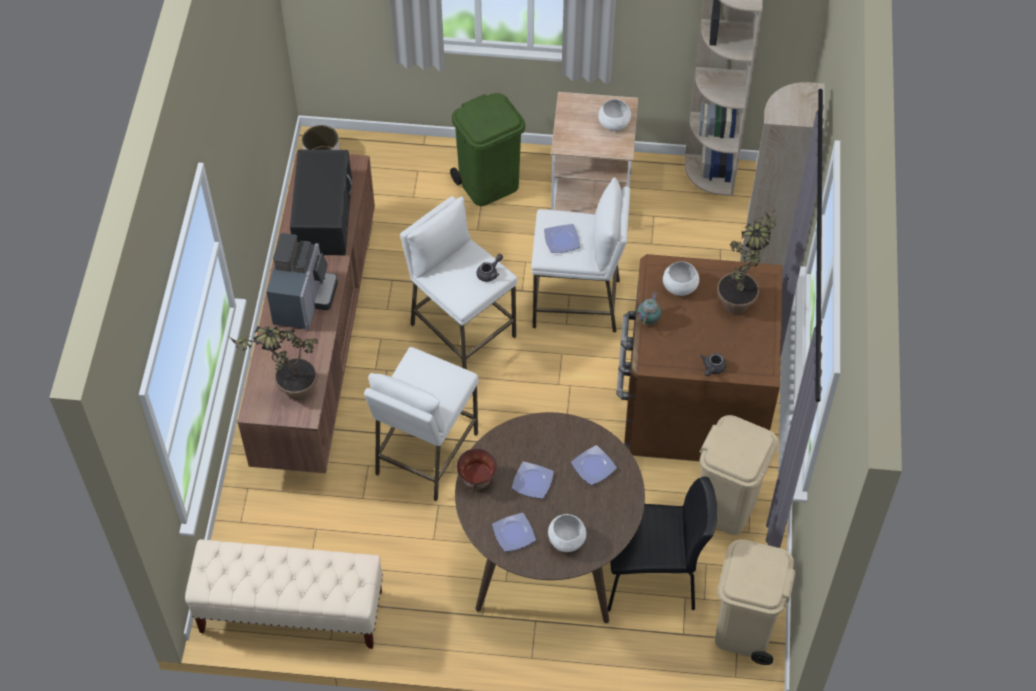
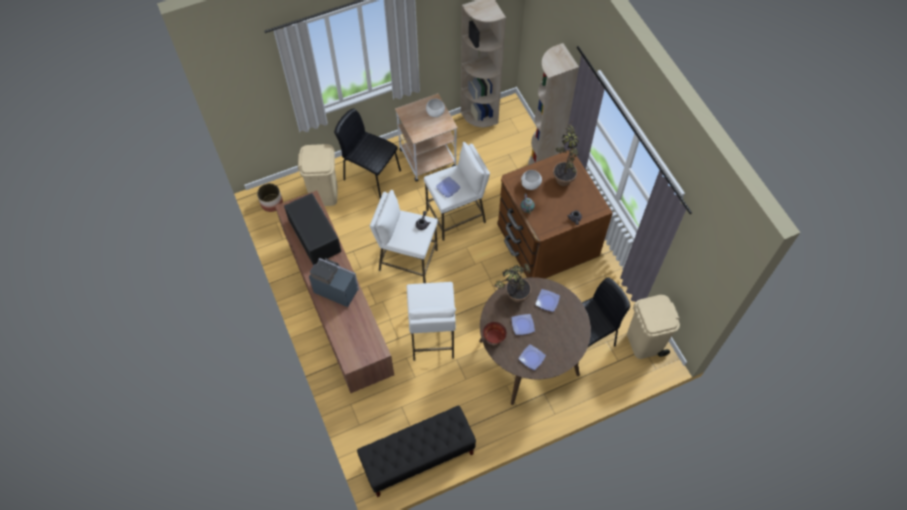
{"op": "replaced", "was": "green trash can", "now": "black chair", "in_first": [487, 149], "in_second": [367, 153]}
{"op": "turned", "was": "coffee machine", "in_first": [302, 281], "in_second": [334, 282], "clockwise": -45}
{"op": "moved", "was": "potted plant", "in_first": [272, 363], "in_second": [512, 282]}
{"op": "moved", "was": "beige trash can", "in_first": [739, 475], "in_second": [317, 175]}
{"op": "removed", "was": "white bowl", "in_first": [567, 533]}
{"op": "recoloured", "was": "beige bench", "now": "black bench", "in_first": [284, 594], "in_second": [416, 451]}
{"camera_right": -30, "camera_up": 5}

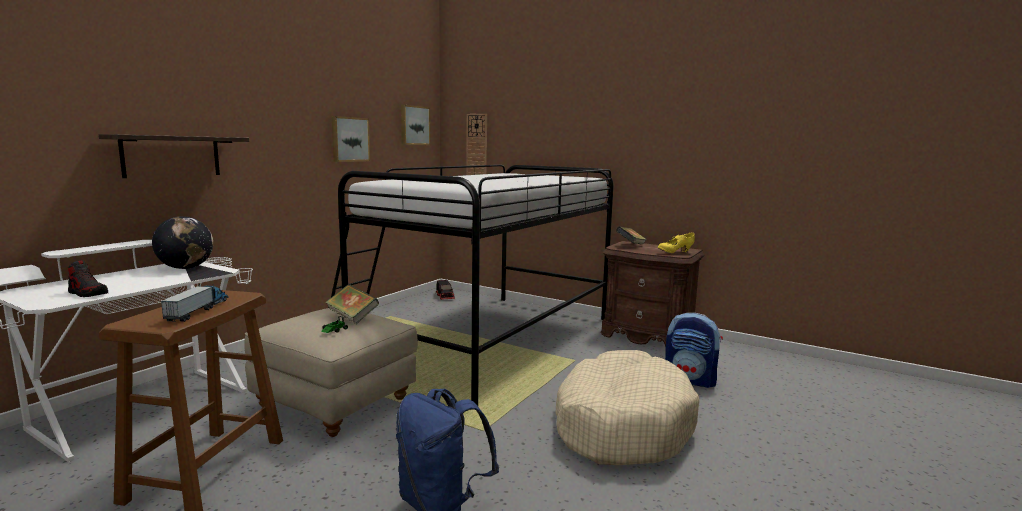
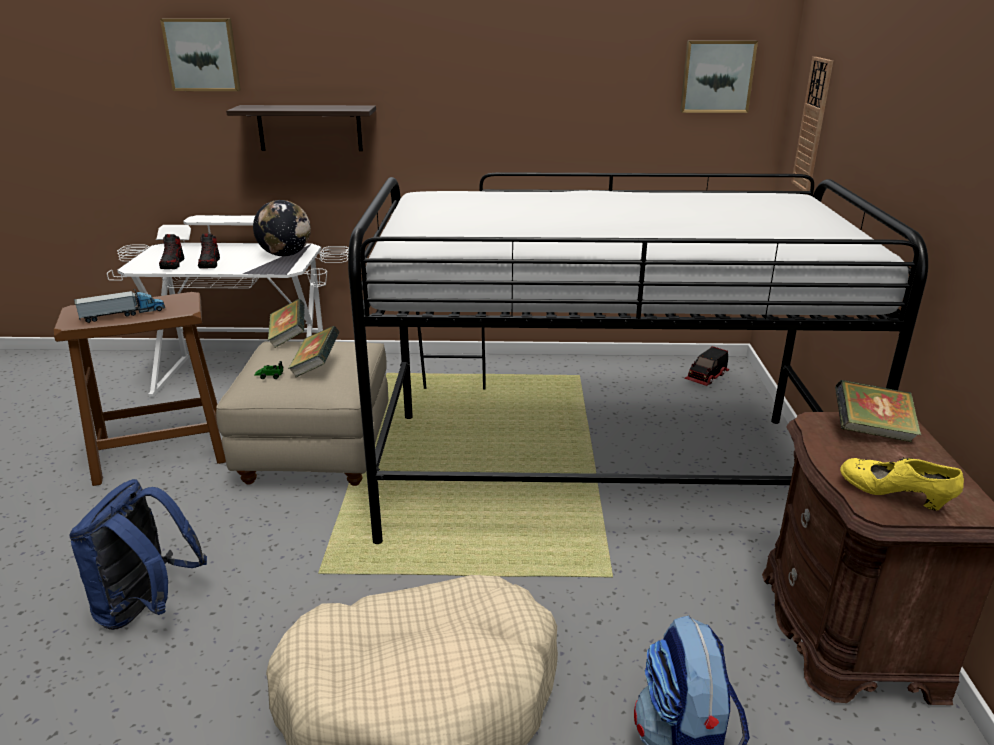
{"op": "moved", "was": "picture", "in_first": [351, 139], "in_second": [200, 54]}
{"op": "added", "now": "shoe", "in_second": [209, 251]}
{"op": "added", "now": "book", "in_second": [286, 323]}
{"camera_right": 60, "camera_up": 15}

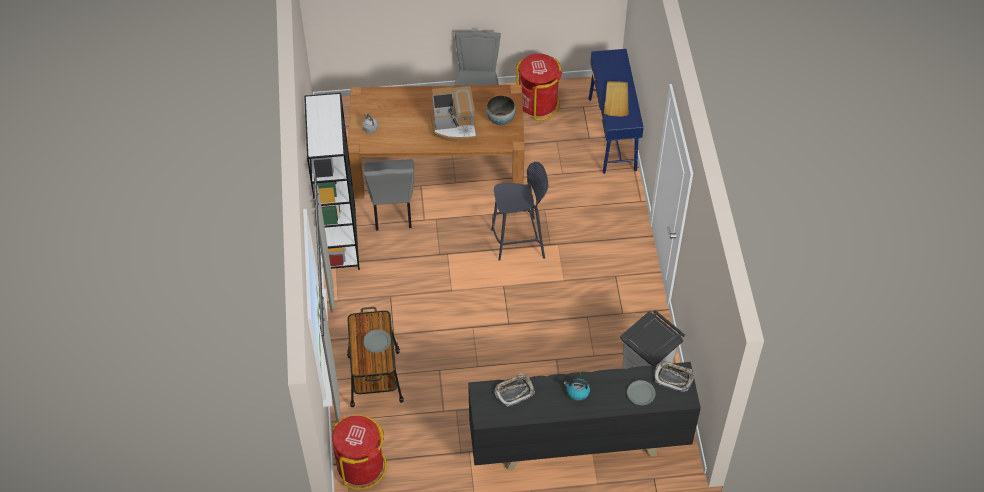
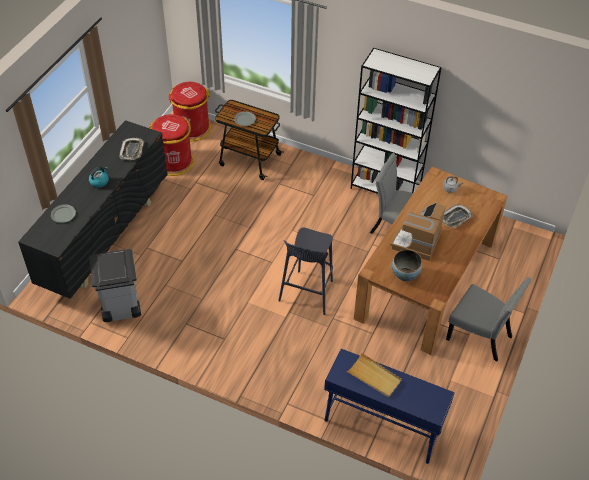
{"op": "moved", "was": "red trash can", "in_first": [539, 87], "in_second": [171, 145]}
{"op": "moved", "was": "tray", "in_first": [674, 376], "in_second": [458, 216]}
{"camera_right": 120, "camera_up": -5}

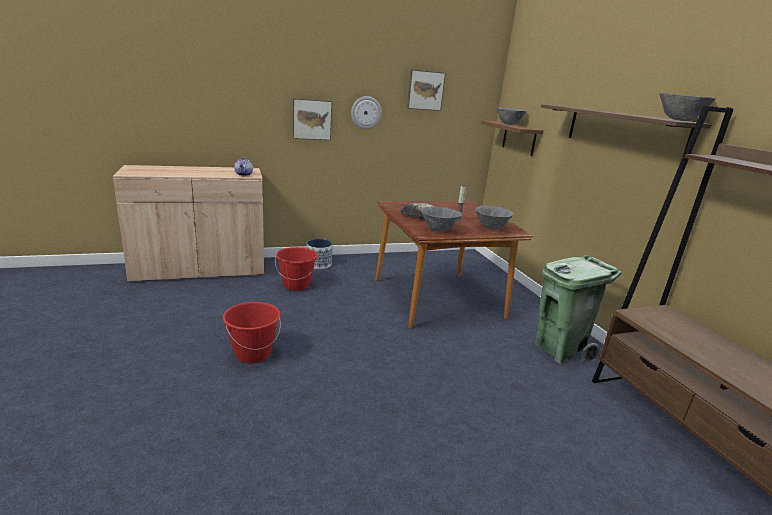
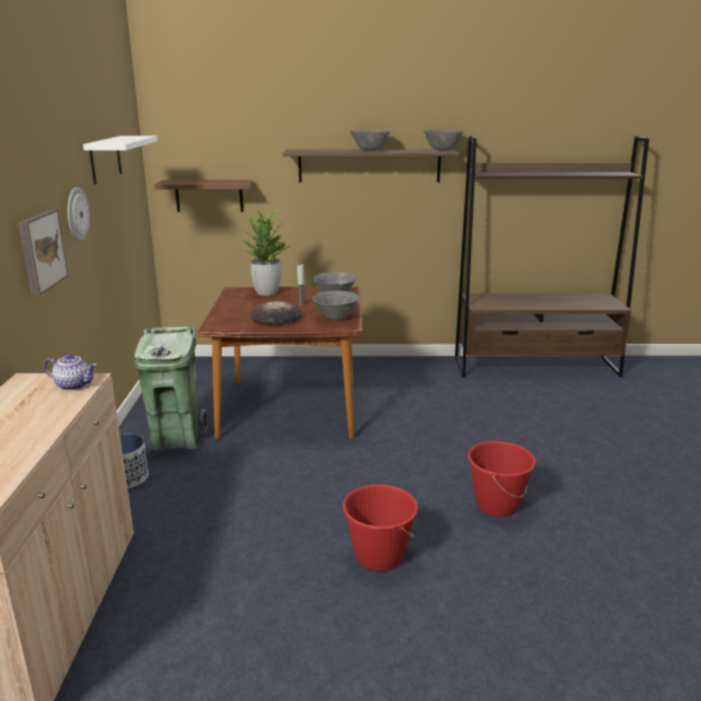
{"op": "replaced", "was": "picture", "now": "white shelf", "in_first": [426, 90], "in_second": [120, 160]}
{"op": "moved", "was": "grey bowl", "in_first": [511, 116], "in_second": [370, 140]}
{"op": "moved", "was": "red bucket", "in_first": [296, 269], "in_second": [502, 479]}
{"op": "moved", "was": "green trash can", "in_first": [578, 309], "in_second": [171, 388]}
{"op": "added", "now": "potted plant", "in_second": [266, 252]}
{"camera_right": -70, "camera_up": 0}

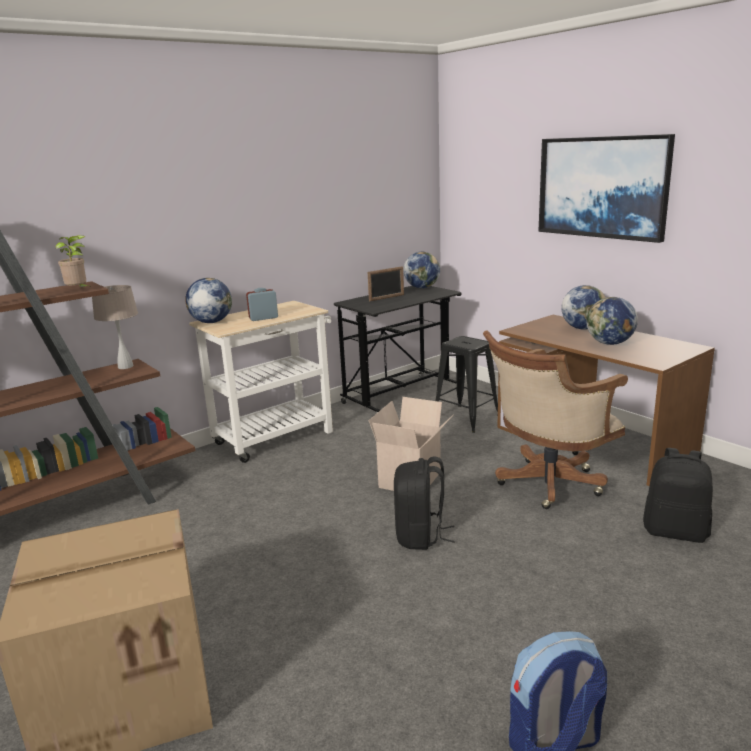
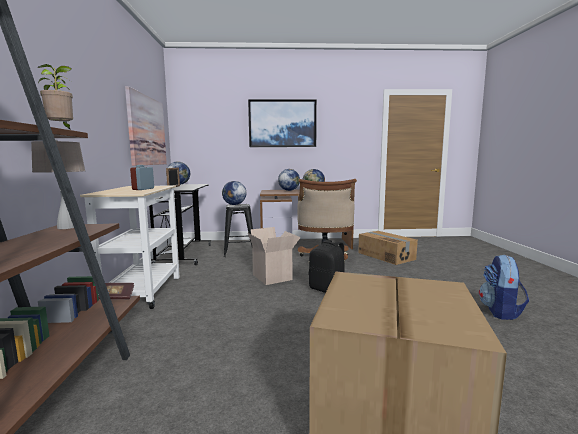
{"op": "moved", "was": "globe", "in_first": [208, 300], "in_second": [234, 193]}
{"op": "replaced", "was": "black backpack", "now": "cardboard box", "in_first": [678, 495], "in_second": [388, 248]}
{"op": "added", "now": "picture", "in_second": [146, 126]}
{"op": "added", "now": "book", "in_second": [116, 291]}
{"camera_right": -55, "camera_up": -10}

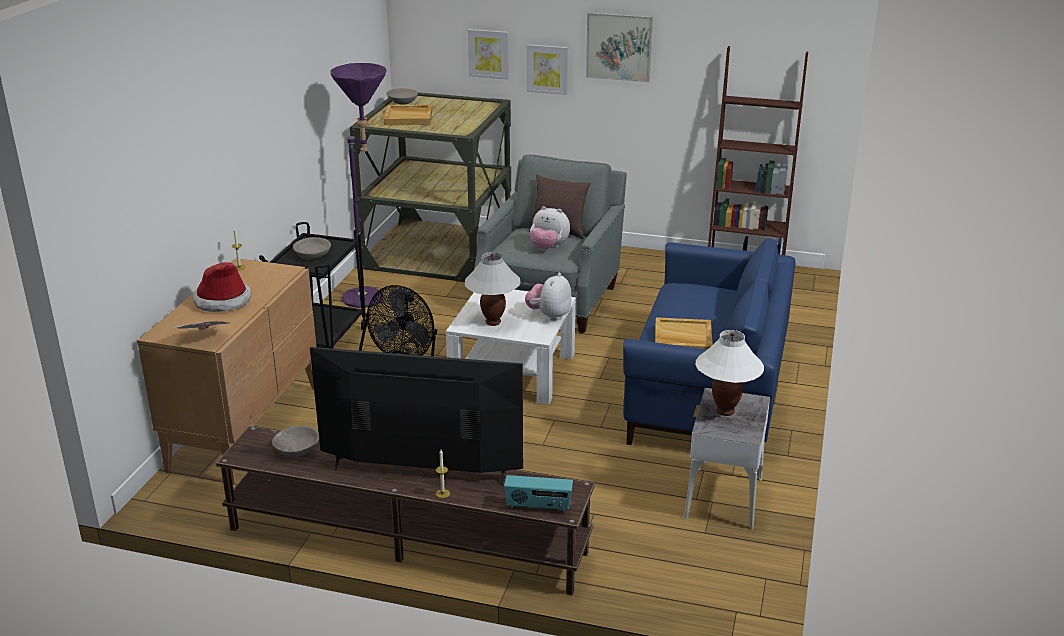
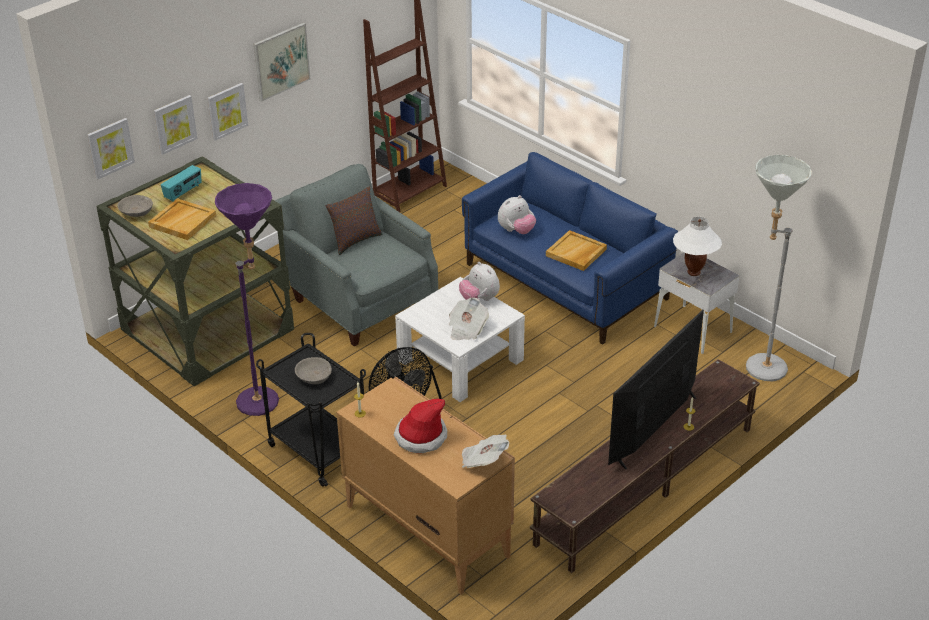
{"op": "moved", "was": "plush toy", "in_first": [550, 227], "in_second": [517, 214]}
{"op": "replaced", "was": "white table lamp", "now": "newspaper", "in_first": [492, 289], "in_second": [469, 318]}
{"op": "removed", "was": "grey bowl", "in_first": [295, 441]}
{"op": "moved", "was": "radio", "in_first": [538, 493], "in_second": [181, 183]}
{"op": "added", "now": "picture", "in_second": [111, 148]}
{"op": "added", "now": "grey floor lamp", "in_second": [779, 268]}
{"camera_right": -60, "camera_up": 10}

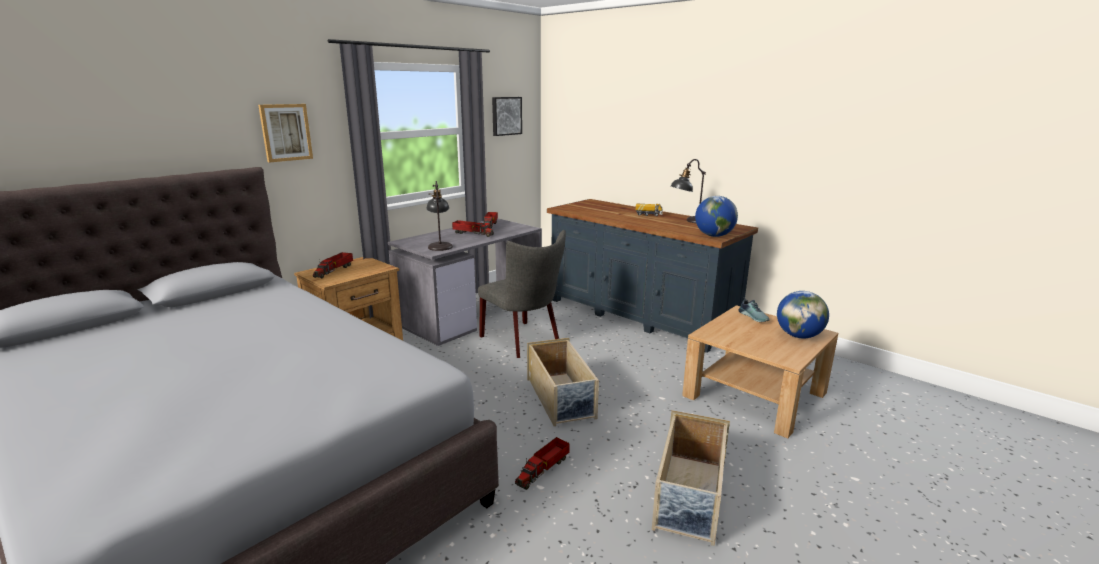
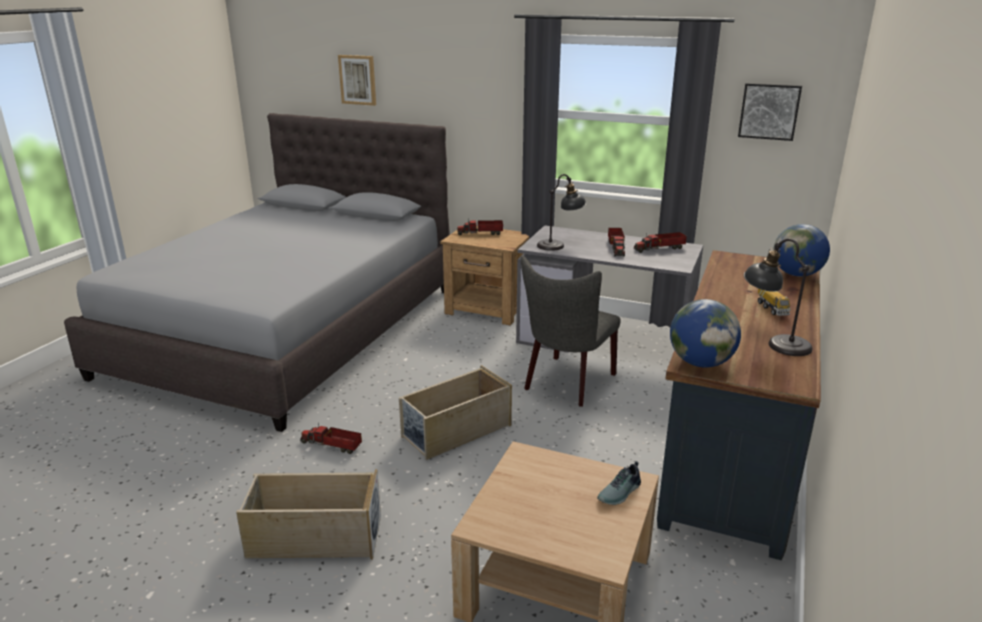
{"op": "moved", "was": "picture", "in_first": [285, 133], "in_second": [357, 80]}
{"op": "moved", "was": "globe", "in_first": [803, 314], "in_second": [801, 250]}
{"camera_right": 70, "camera_up": 5}

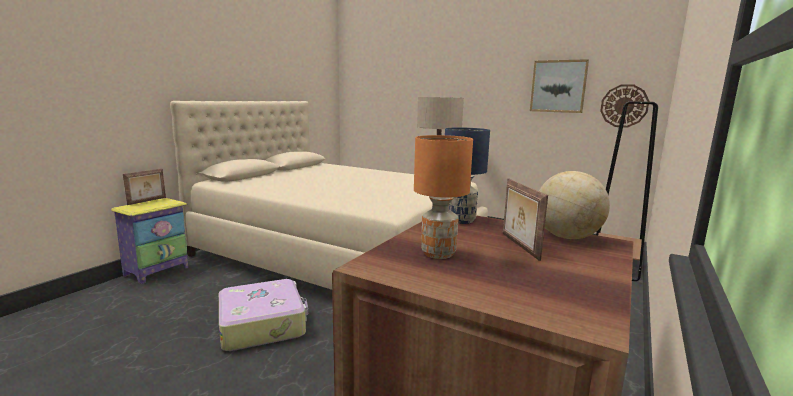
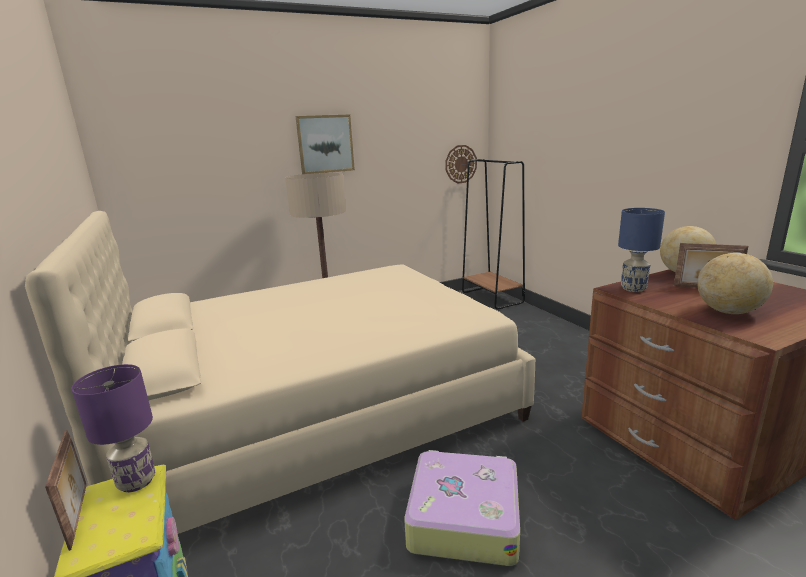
{"op": "moved", "was": "picture", "in_first": [559, 86], "in_second": [325, 144]}
{"op": "replaced", "was": "orange table lamp", "now": "globe", "in_first": [443, 197], "in_second": [735, 283]}
{"op": "added", "now": "purple table lamp", "in_second": [113, 428]}
{"camera_right": -55, "camera_up": 5}

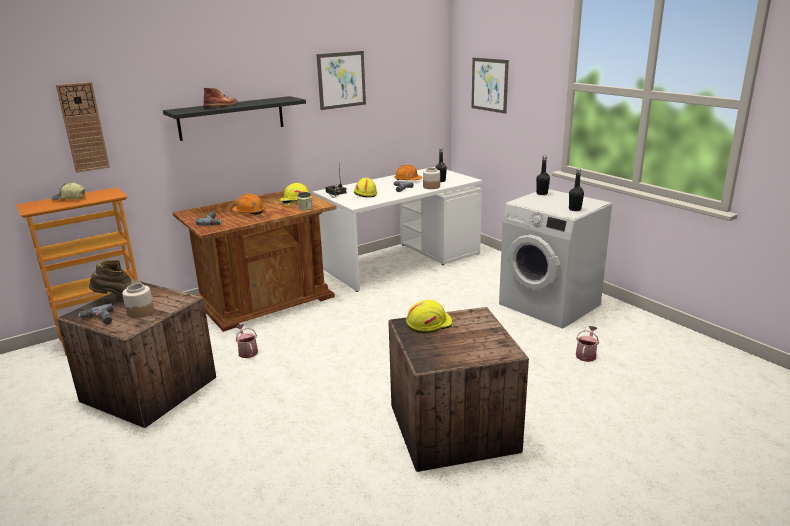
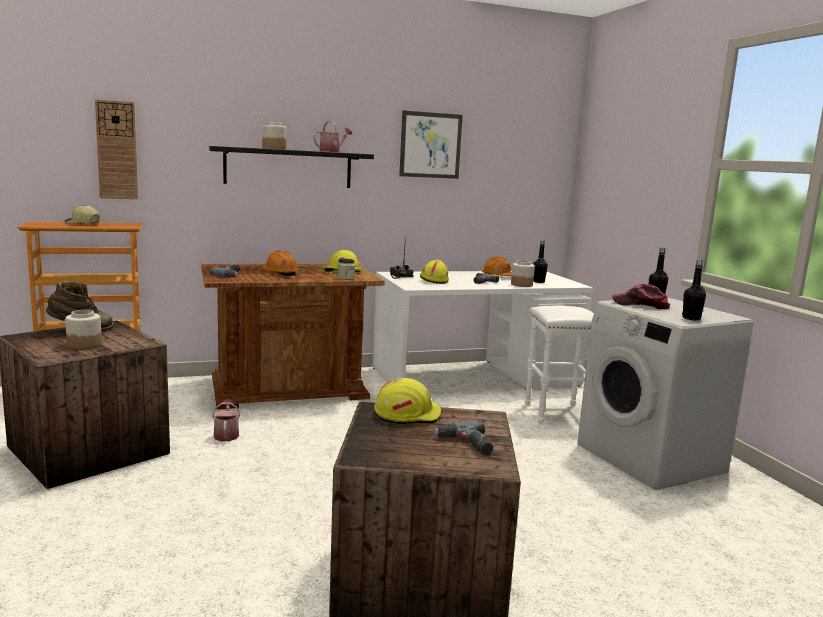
{"op": "removed", "was": "picture", "in_first": [490, 86]}
{"op": "replaced", "was": "brown boot", "now": "jar", "in_first": [220, 98], "in_second": [274, 135]}
{"op": "moved", "was": "power drill", "in_first": [95, 314], "in_second": [463, 438]}
{"op": "moved", "was": "watering can", "in_first": [587, 344], "in_second": [332, 136]}
{"op": "added", "now": "cap", "in_second": [641, 296]}
{"op": "added", "now": "white stool", "in_second": [559, 364]}
{"camera_right": 15, "camera_up": -10}

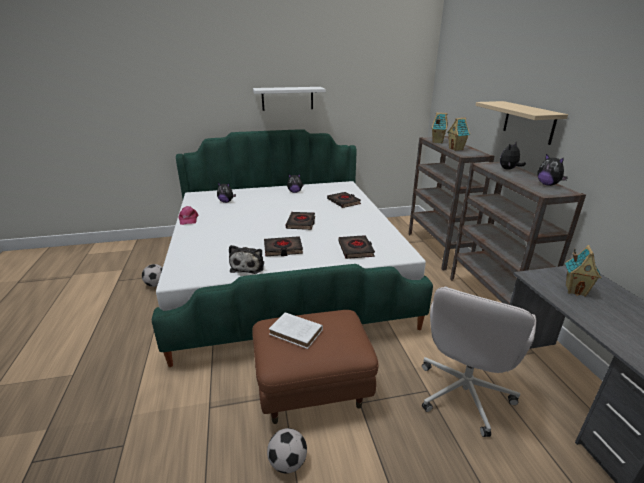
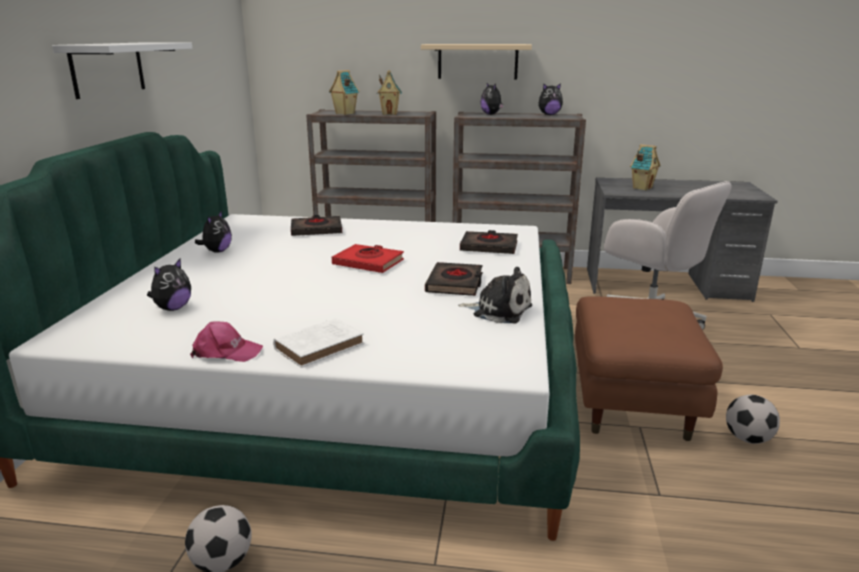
{"op": "recoloured", "was": "black book", "now": "red book", "in_first": [300, 221], "in_second": [368, 258]}
{"op": "moved", "was": "white book", "in_first": [296, 330], "in_second": [318, 343]}
{"camera_right": -70, "camera_up": -5}

